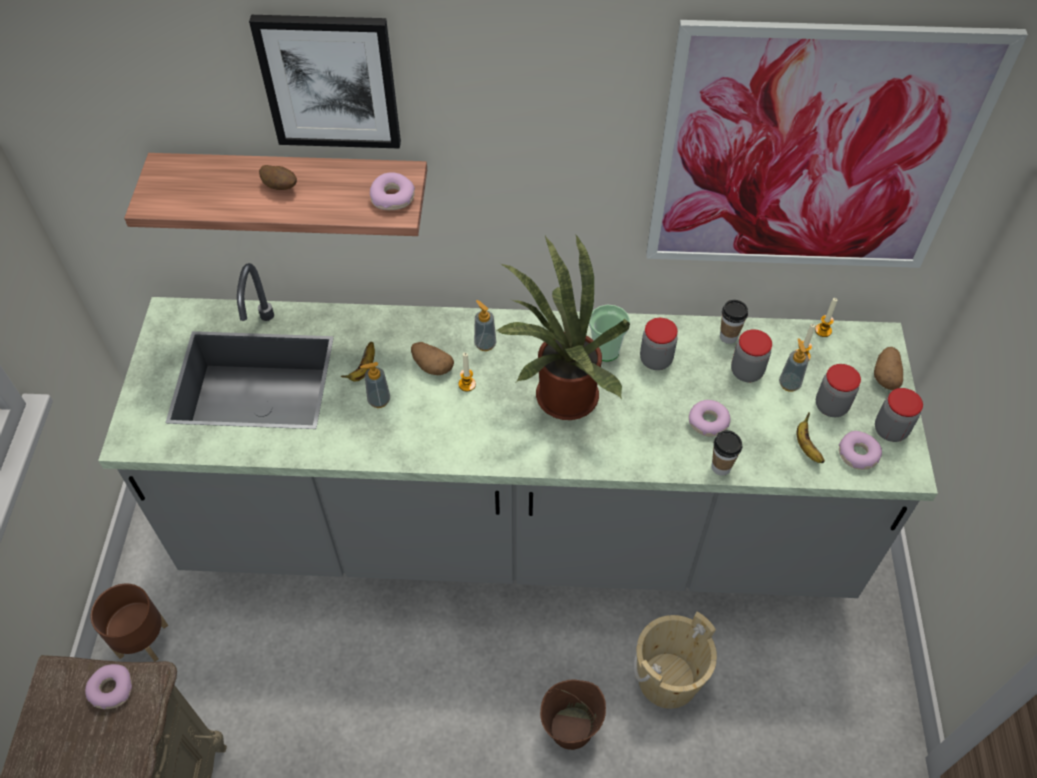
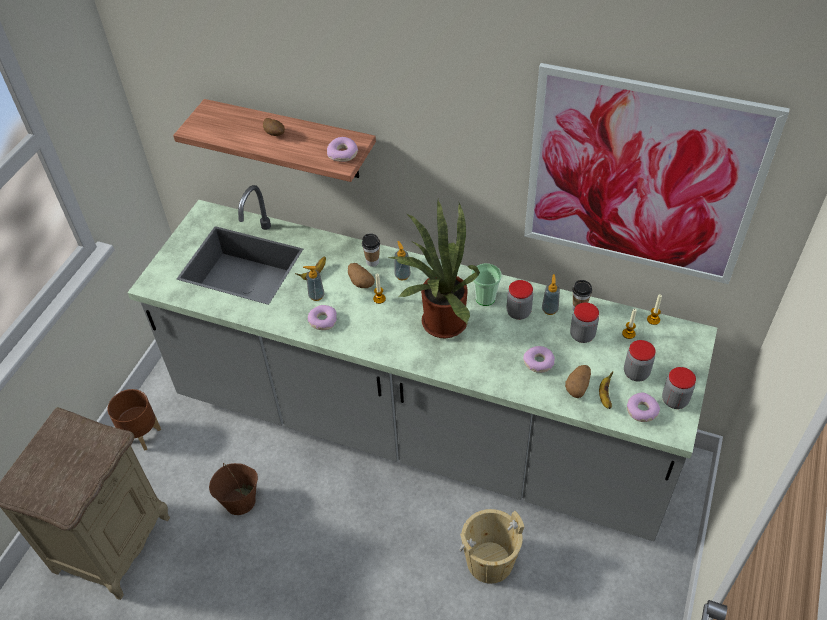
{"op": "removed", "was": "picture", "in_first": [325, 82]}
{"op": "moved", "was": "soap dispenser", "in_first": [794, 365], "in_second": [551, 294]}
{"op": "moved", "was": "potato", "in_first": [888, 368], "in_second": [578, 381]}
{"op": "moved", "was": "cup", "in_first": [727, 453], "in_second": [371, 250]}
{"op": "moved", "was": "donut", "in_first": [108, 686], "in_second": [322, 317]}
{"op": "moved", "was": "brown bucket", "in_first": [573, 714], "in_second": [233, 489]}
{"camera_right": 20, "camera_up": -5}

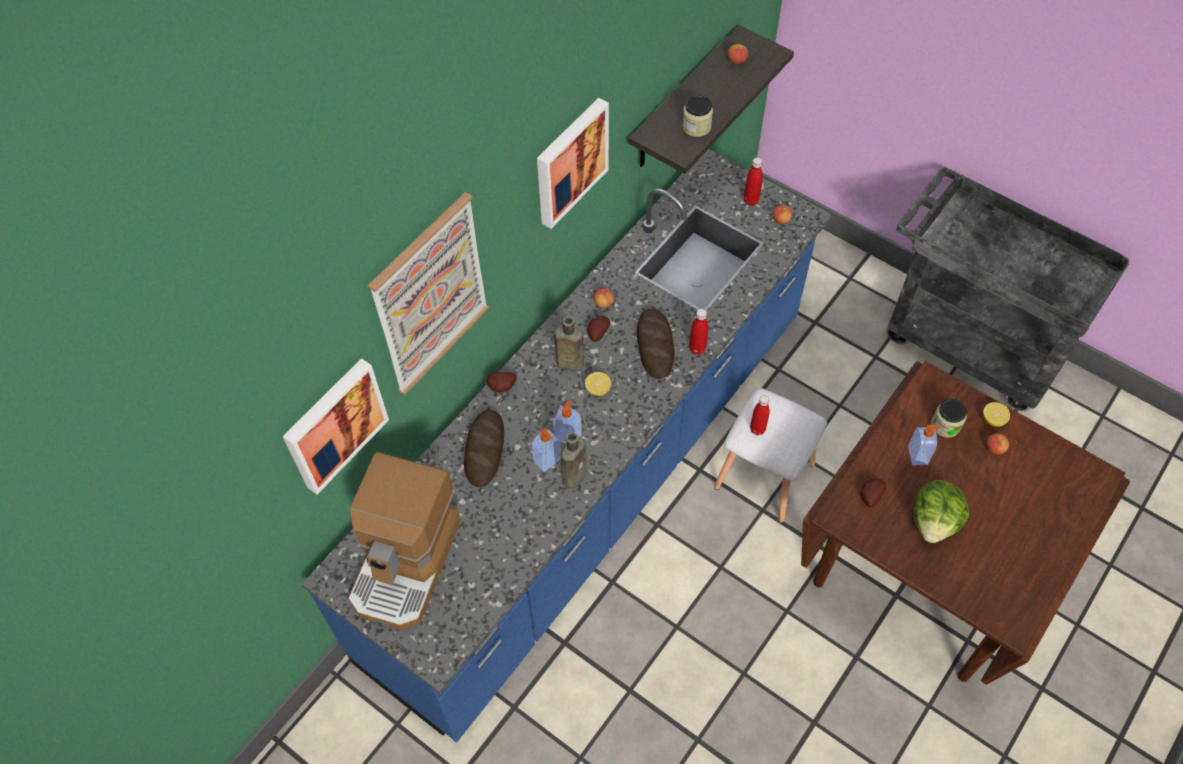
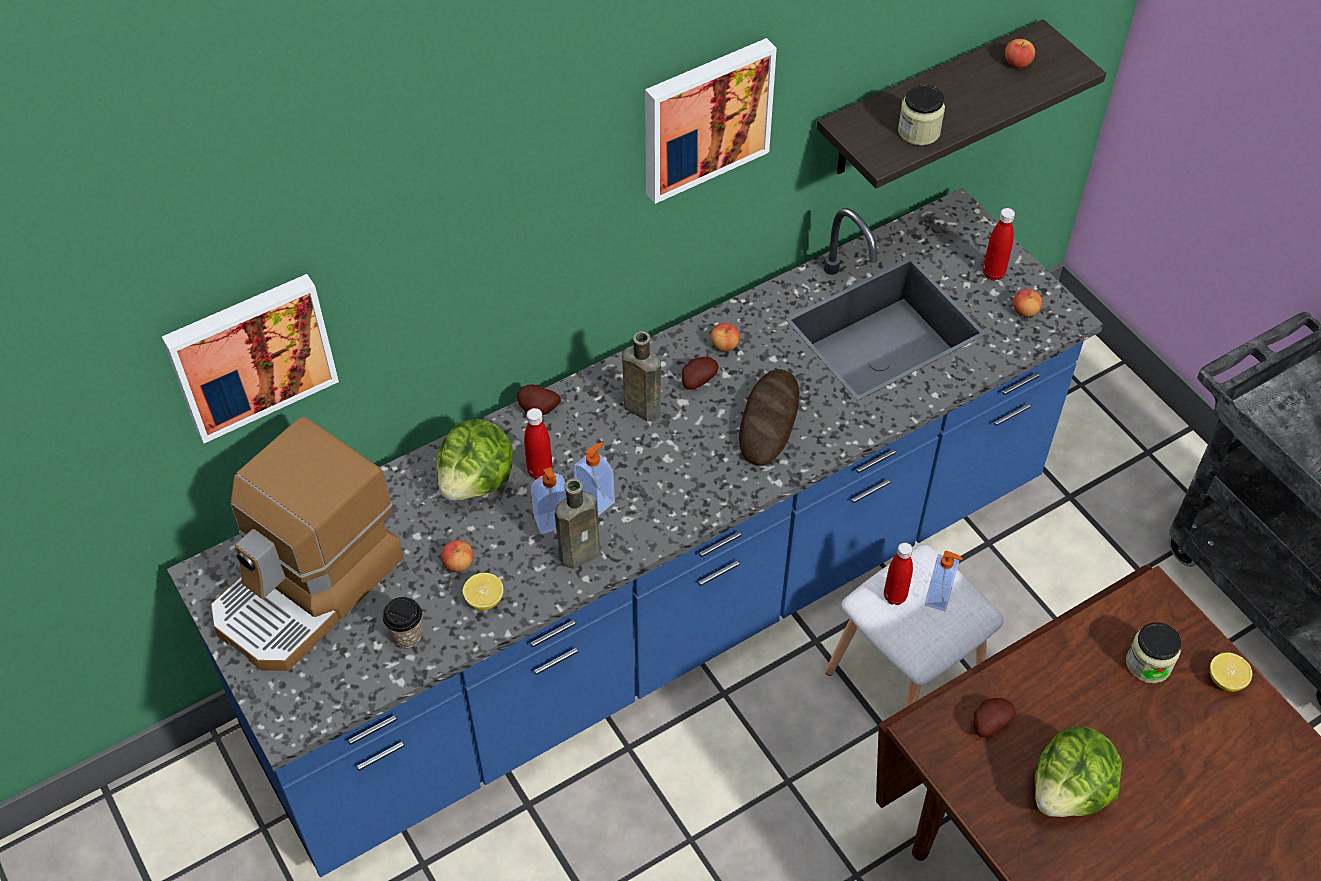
{"op": "removed", "was": "picture", "in_first": [428, 293]}
{"op": "moved", "was": "red bottle", "in_first": [698, 332], "in_second": [538, 443]}
{"op": "moved", "was": "lemon", "in_first": [598, 384], "in_second": [483, 591]}
{"op": "replaced", "was": "bread", "now": "lettuce", "in_first": [484, 448], "in_second": [475, 459]}
{"op": "moved", "was": "soap dispenser", "in_first": [924, 445], "in_second": [944, 581]}
{"op": "moved", "was": "apple", "in_first": [997, 444], "in_second": [457, 556]}
{"op": "added", "now": "cup", "in_second": [402, 622]}
{"camera_right": 20, "camera_up": -5}

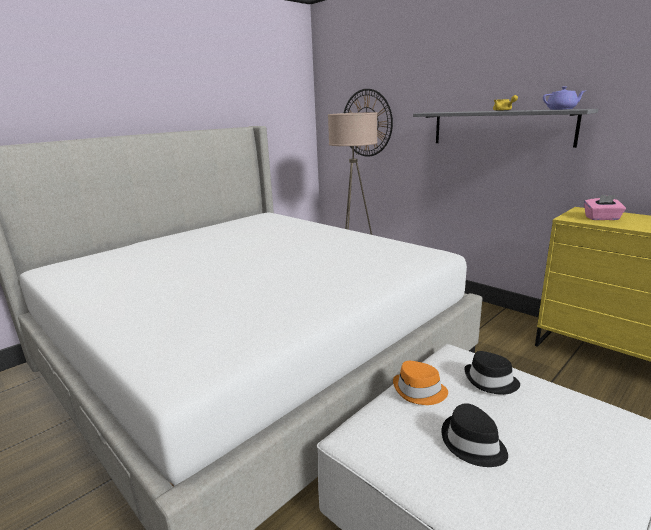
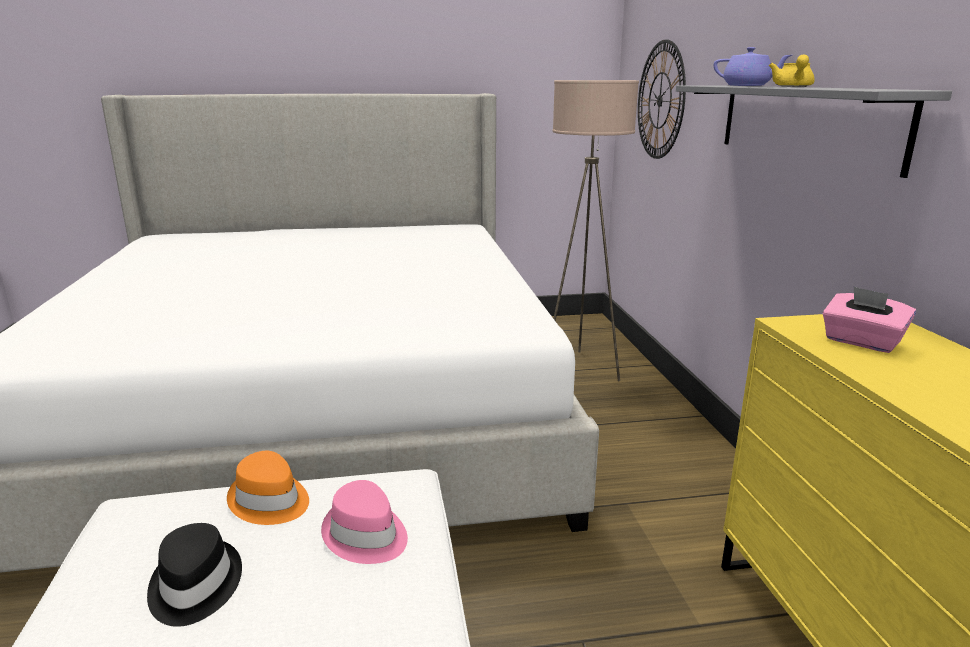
{"op": "moved", "was": "purple teapot", "in_first": [565, 98], "in_second": [753, 66]}
{"op": "recoloured", "was": "black hat", "now": "pink hat", "in_first": [492, 373], "in_second": [364, 522]}
{"camera_right": 35, "camera_up": 0}

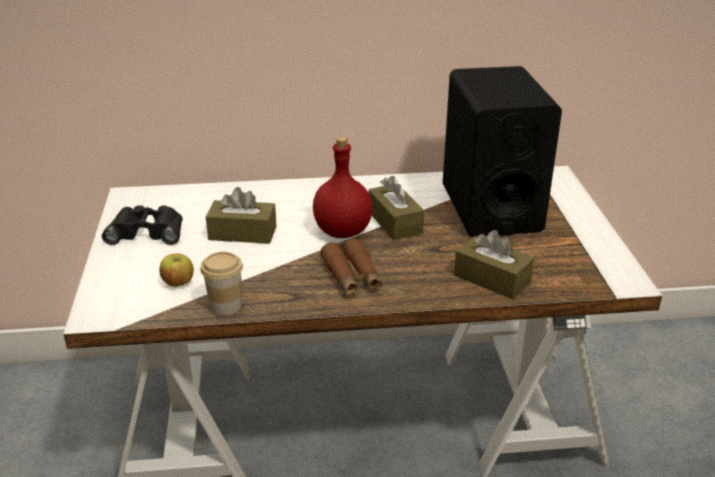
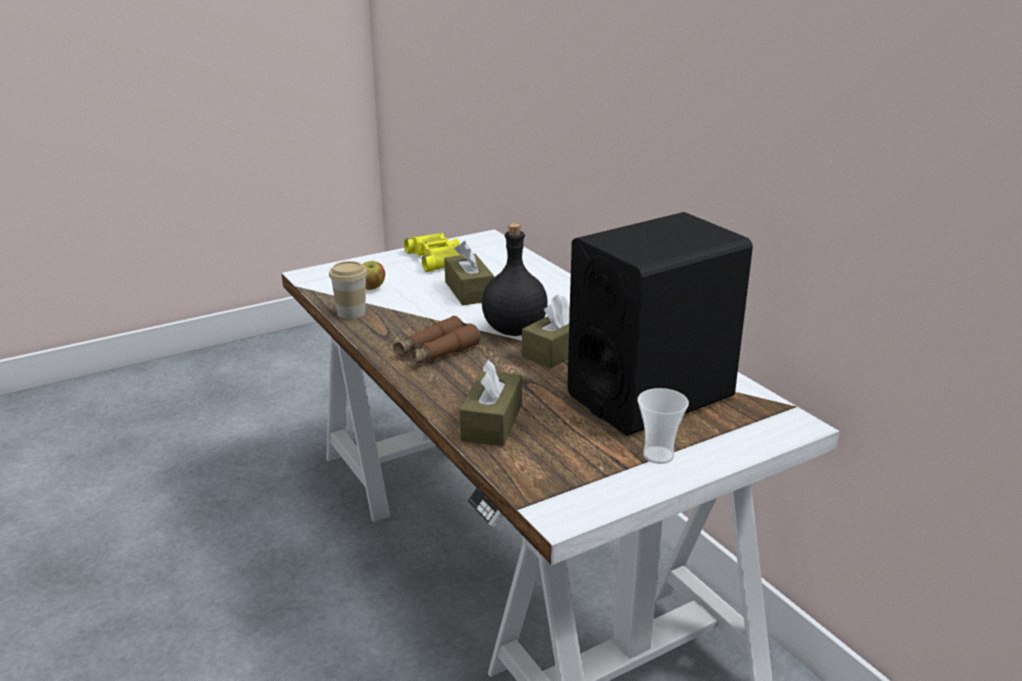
{"op": "recoloured", "was": "red bottle", "now": "black bottle", "in_first": [342, 187], "in_second": [515, 279]}
{"op": "recoloured", "was": "black binoculars", "now": "yellow binoculars", "in_first": [142, 225], "in_second": [432, 252]}
{"op": "added", "now": "cup", "in_second": [663, 426]}
{"camera_right": 65, "camera_up": -5}

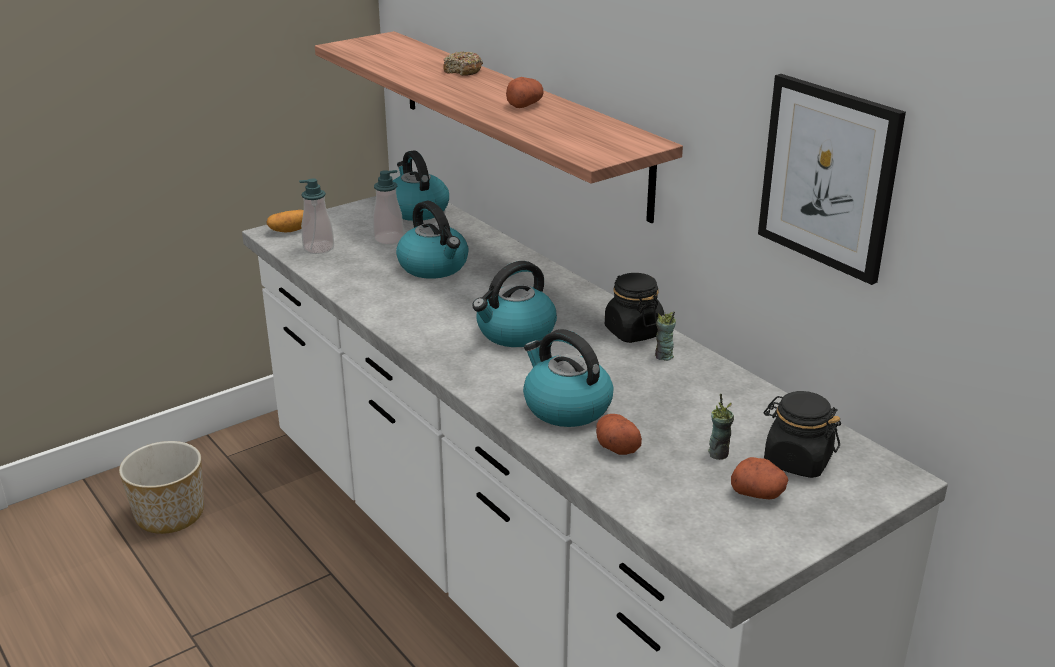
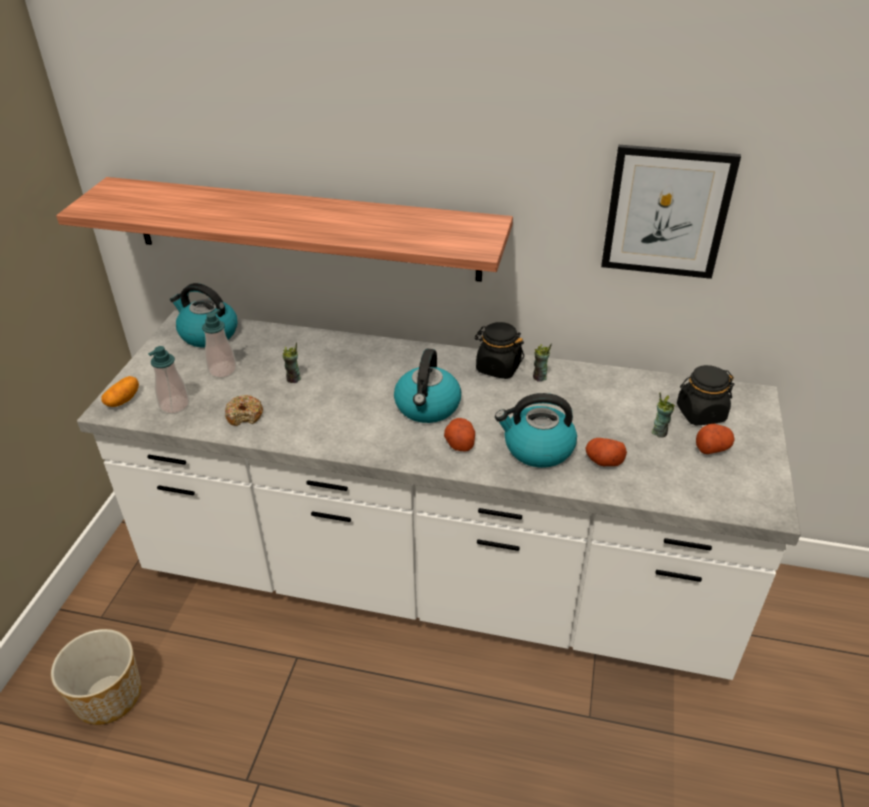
{"op": "moved", "was": "donut", "in_first": [463, 63], "in_second": [244, 410]}
{"op": "moved", "was": "potato", "in_first": [525, 92], "in_second": [459, 435]}
{"op": "replaced", "was": "kettle", "now": "cup", "in_first": [432, 240], "in_second": [291, 362]}
{"camera_right": -40, "camera_up": 10}

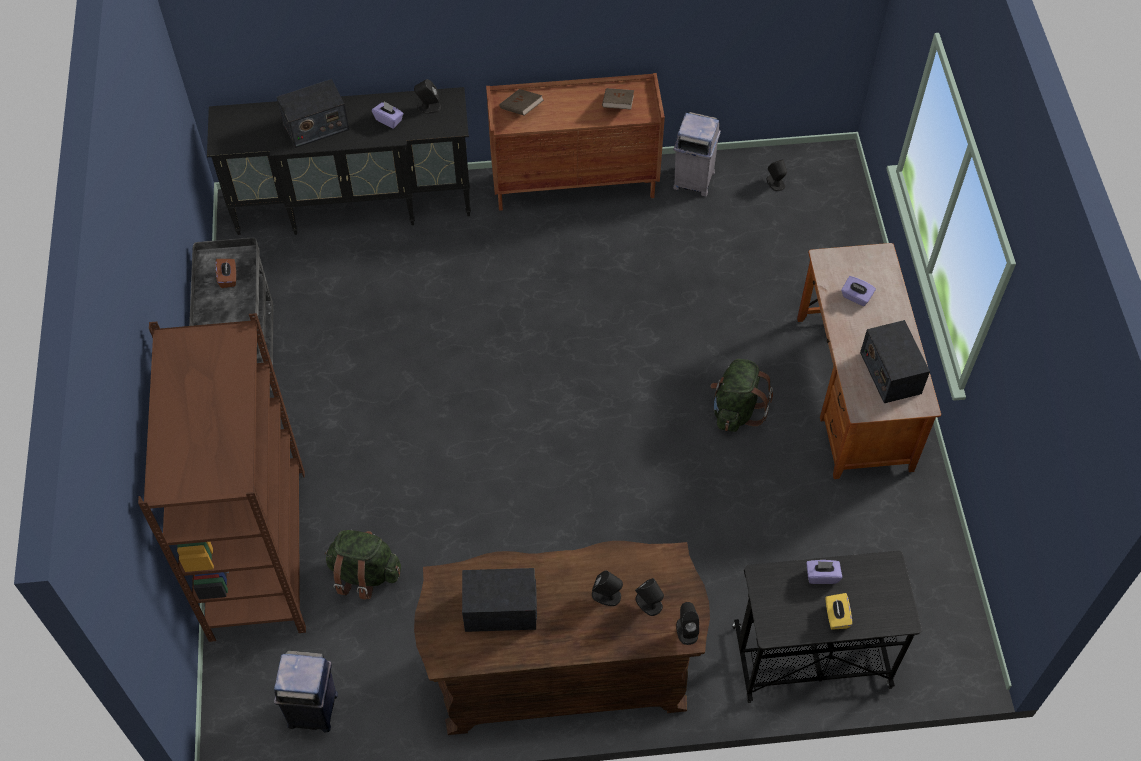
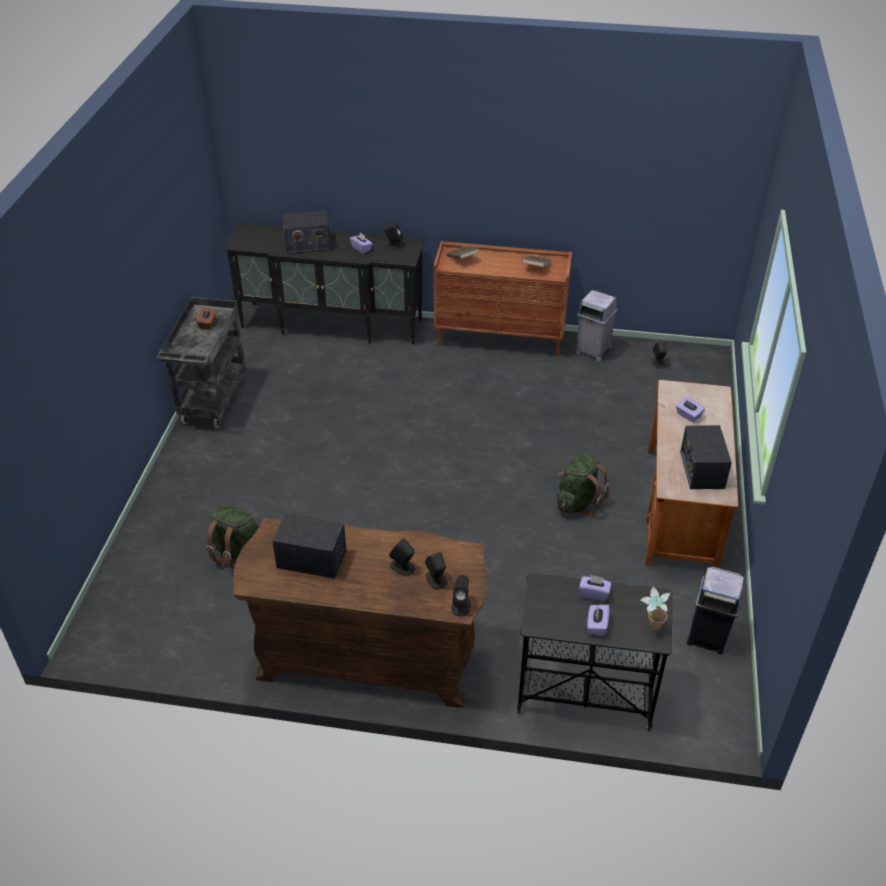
{"op": "removed", "was": "brown bookcase", "in_first": [222, 477]}
{"op": "recoloured", "was": "yellow tissue box", "now": "purple tissue box", "in_first": [839, 611], "in_second": [598, 620]}
{"op": "moved", "was": "blue trash can", "in_first": [306, 691], "in_second": [716, 610]}
{"op": "added", "now": "potted plant", "in_second": [655, 608]}
{"camera_right": 15, "camera_up": -15}

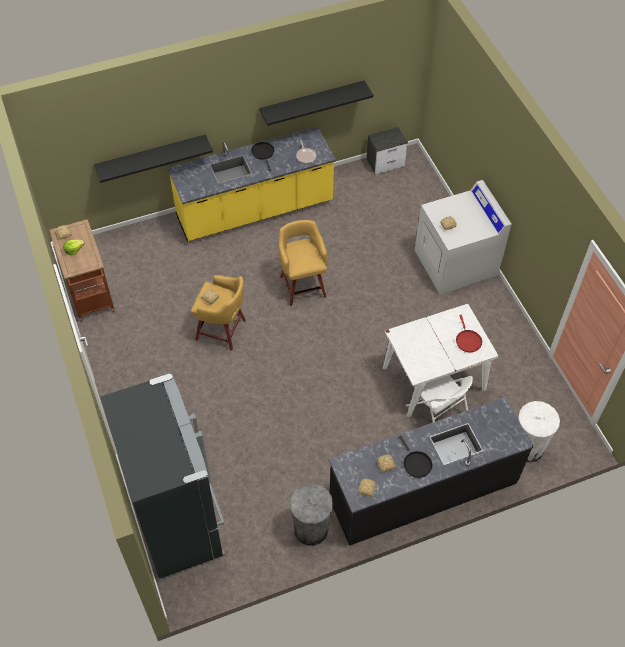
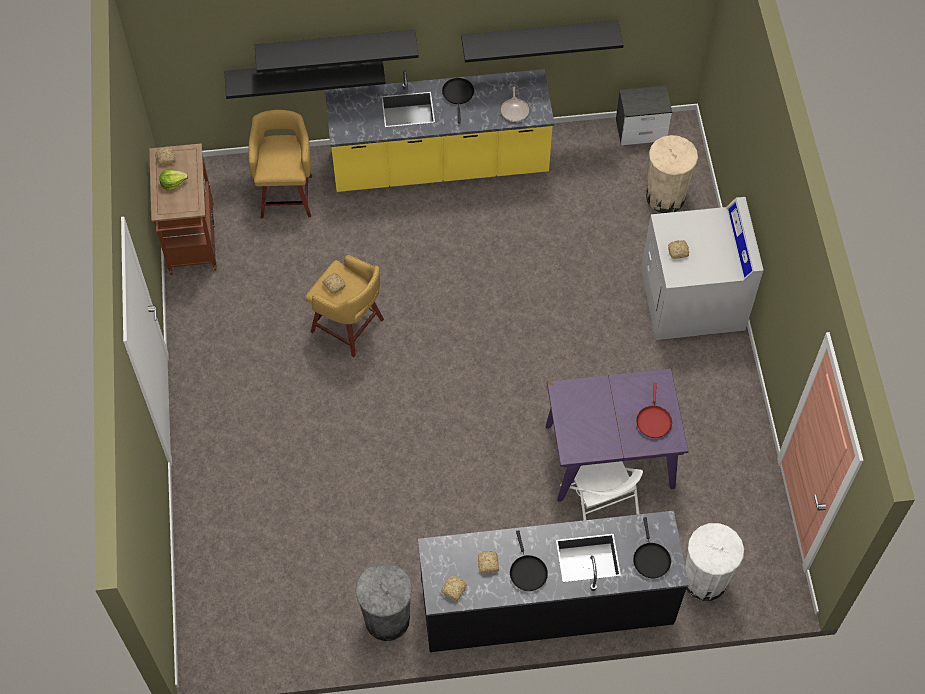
{"op": "moved", "was": "yellow stool", "in_first": [303, 263], "in_second": [280, 164]}
{"op": "recoloured", "was": "white dining table", "now": "purple dining table", "in_first": [441, 360], "in_second": [616, 435]}
{"op": "removed", "was": "black fridge", "in_first": [162, 476]}
{"op": "added", "now": "black shelf", "in_second": [337, 51]}
{"op": "added", "now": "beige trash can", "in_second": [672, 174]}
{"op": "added", "now": "black frying pan", "in_second": [652, 547]}
{"camera_right": 15, "camera_up": 5}

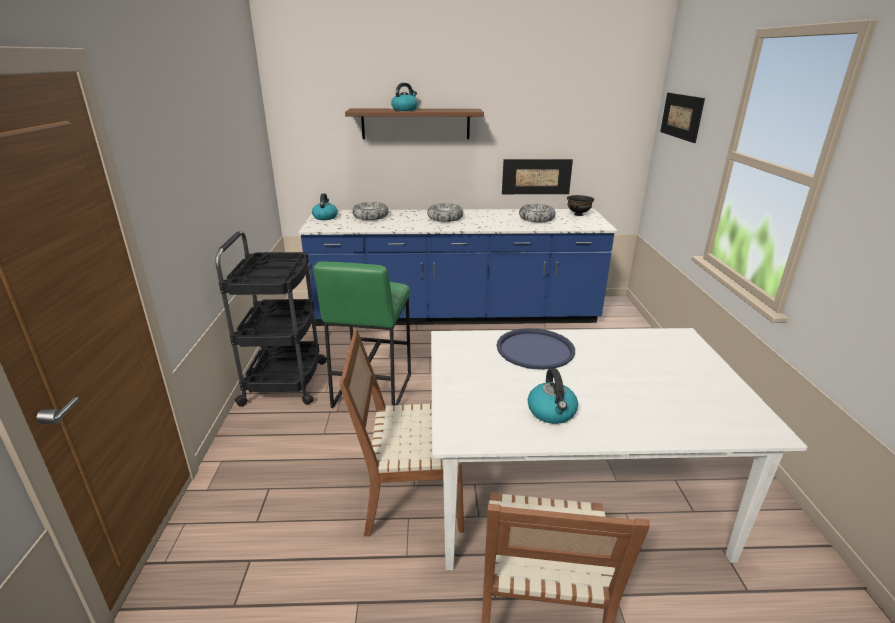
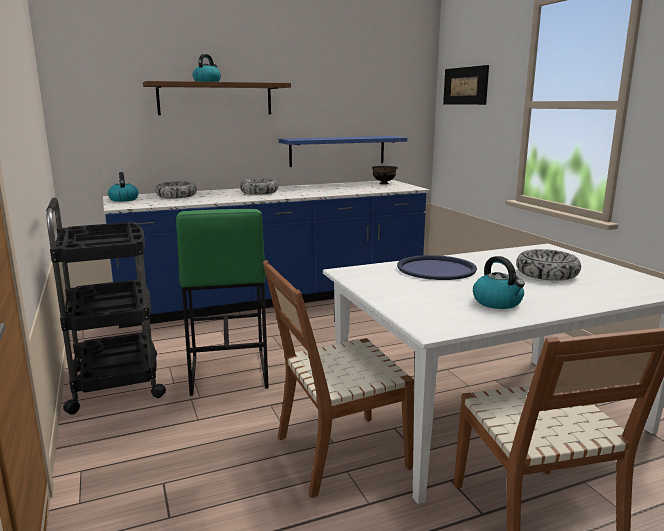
{"op": "replaced", "was": "picture", "now": "blue shelf", "in_first": [537, 176], "in_second": [343, 151]}
{"op": "moved", "was": "bowl", "in_first": [537, 213], "in_second": [548, 265]}
{"camera_right": -20, "camera_up": -10}

